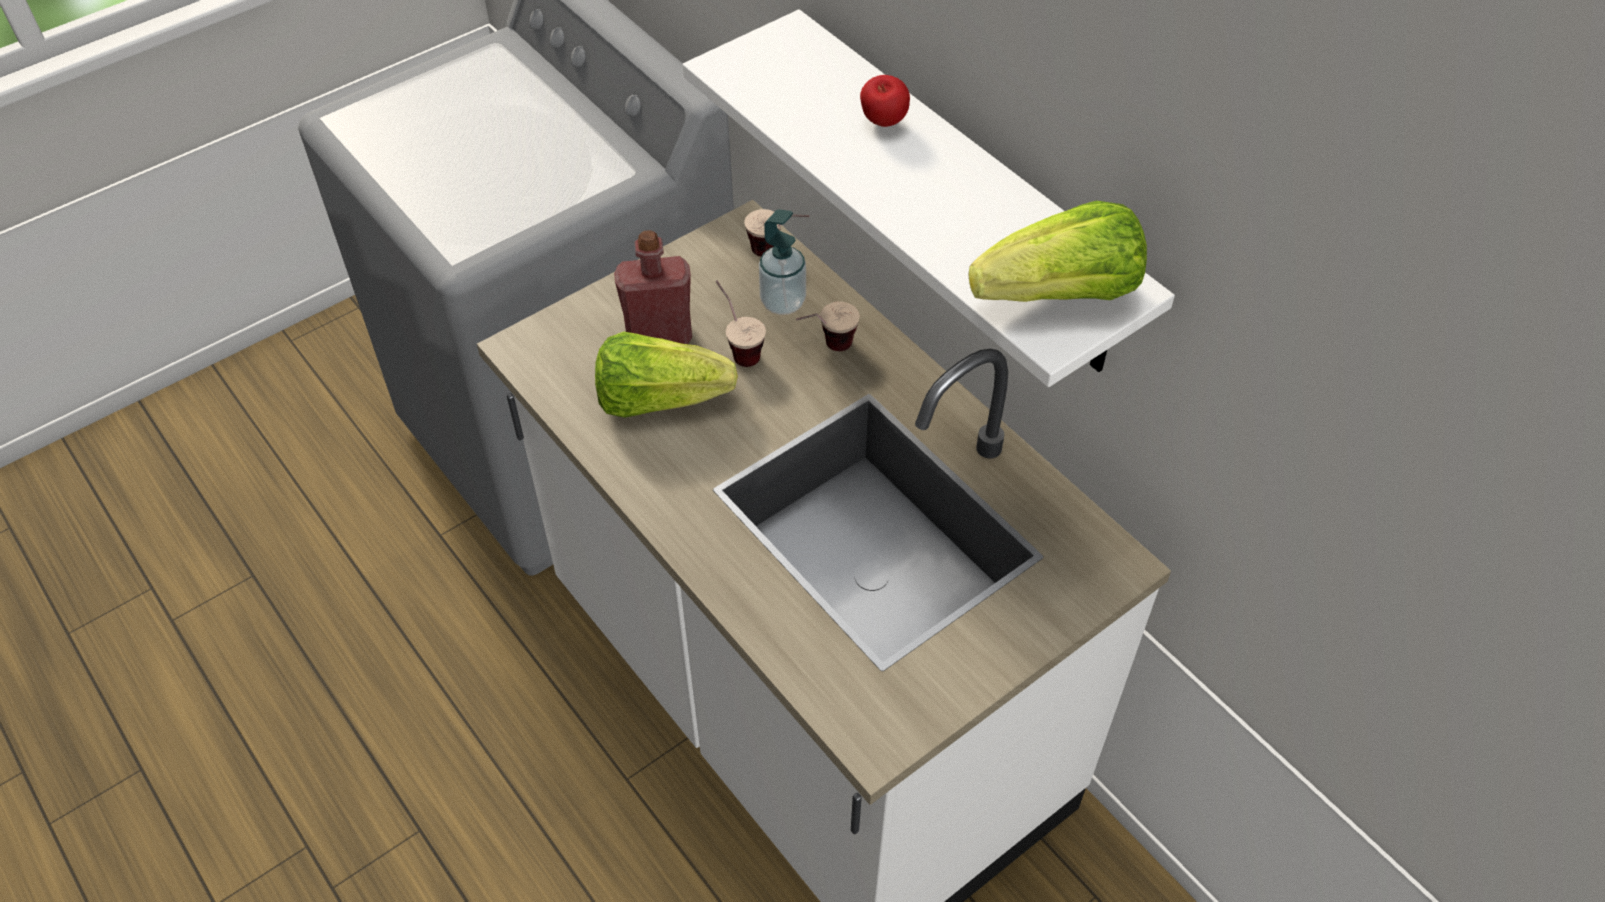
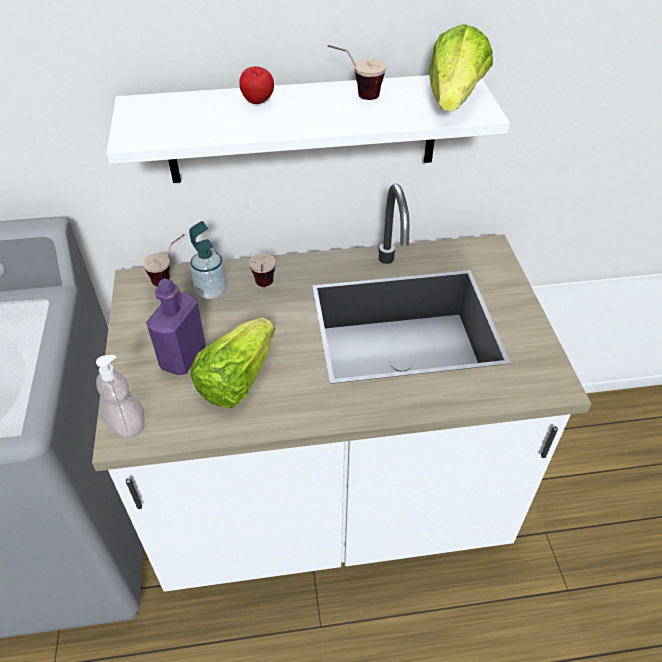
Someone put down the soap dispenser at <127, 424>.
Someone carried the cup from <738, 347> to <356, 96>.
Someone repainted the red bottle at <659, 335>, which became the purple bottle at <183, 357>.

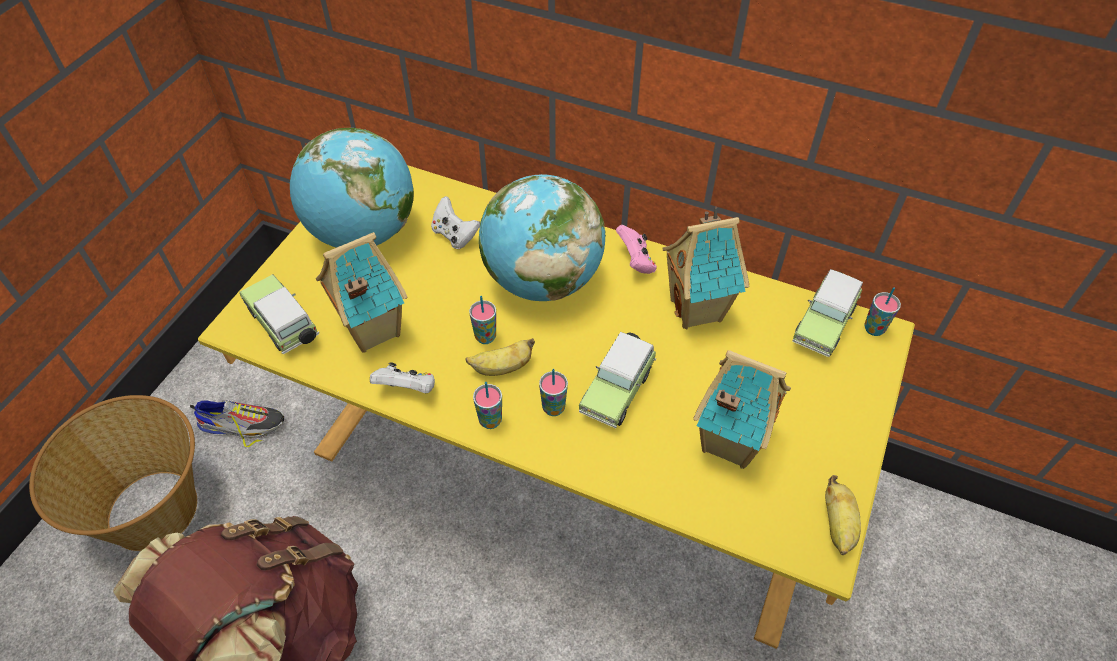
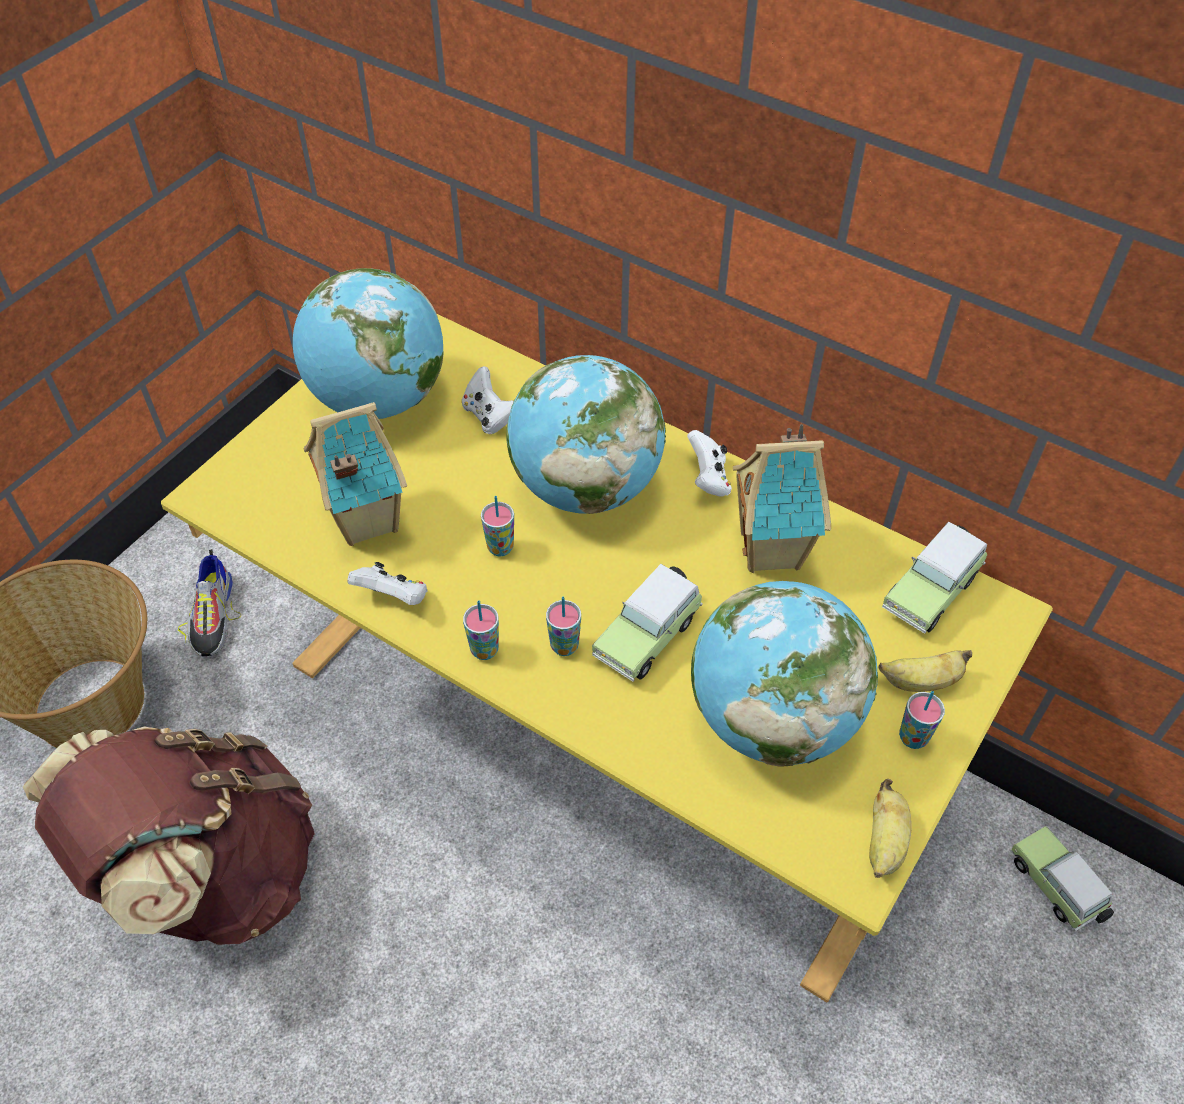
Someone carried the toy car from <284, 326> to <1056, 888>.
Someone carried the banana from <502, 368> to <920, 682>.
Someone carried the cup from <874, 329> to <913, 738>.
Someone swapped the toy house at <728, 441> for the globe at <772, 718>.
Someone repainted the pink game controller at <636, 261>, which became the white game controller at <708, 479>.
Someone rotated the shoe at <242, 424> by 75 degrees clockwise.

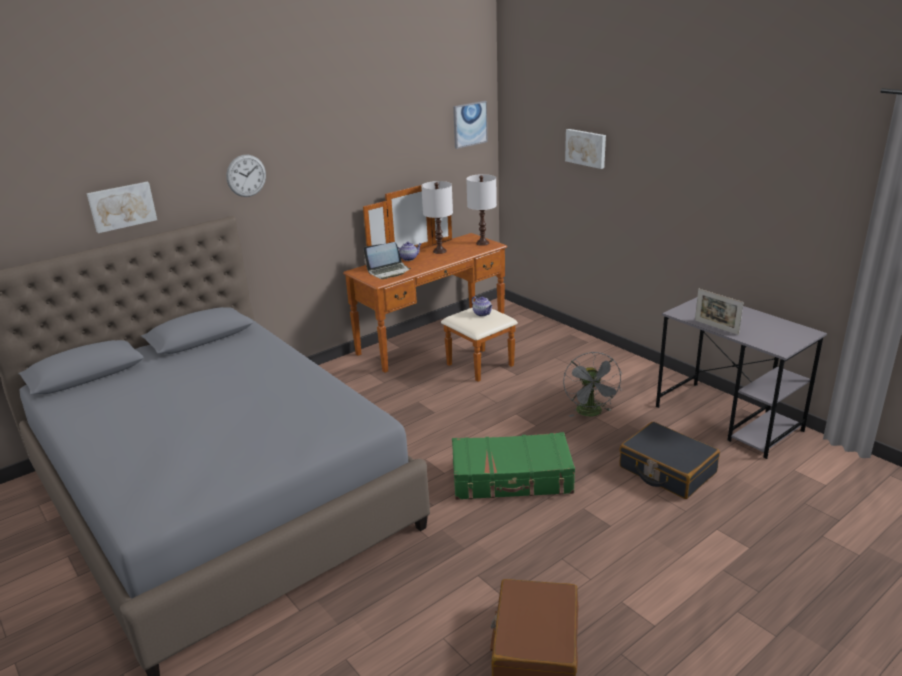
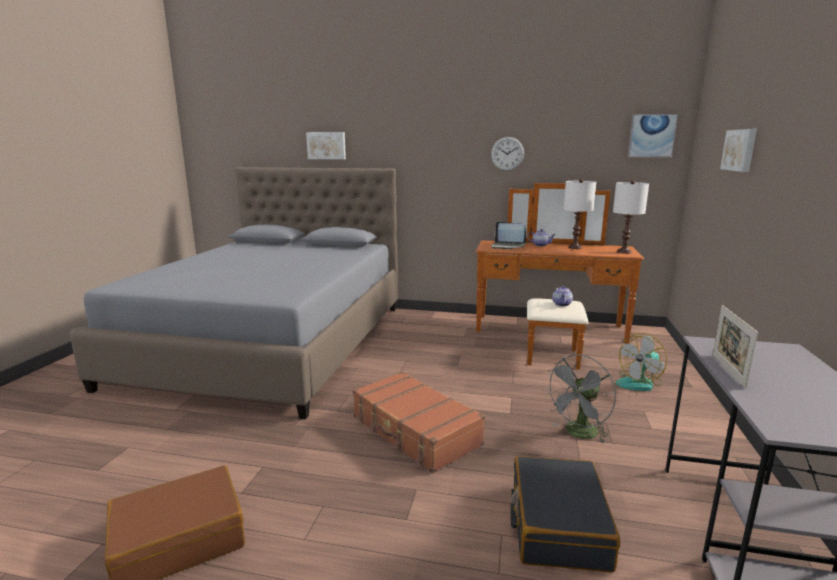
Someone put down the fan at <639, 383>.
Someone carried the wall clock from <246, 175> to <507, 154>.
Someone repainted the green suitcase at <512, 478>, which became the brown suitcase at <415, 431>.

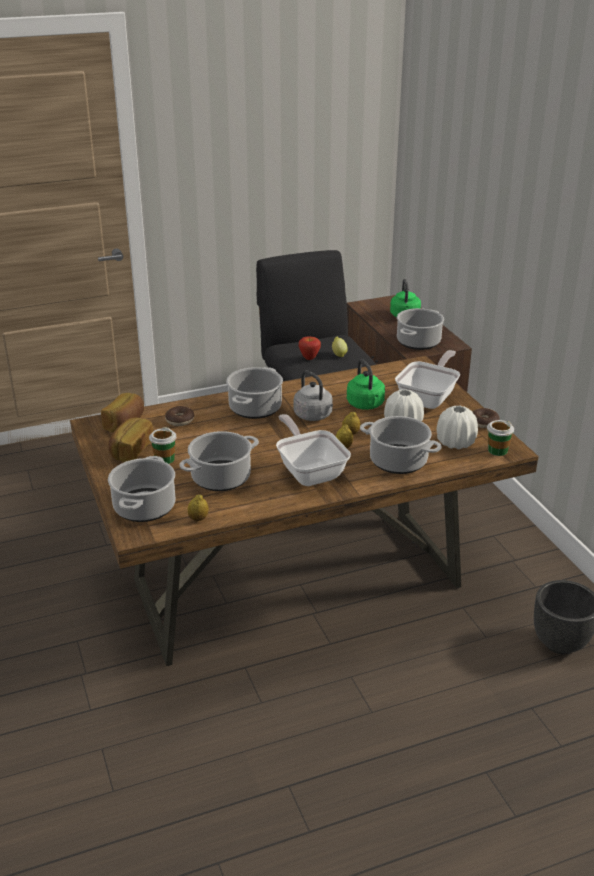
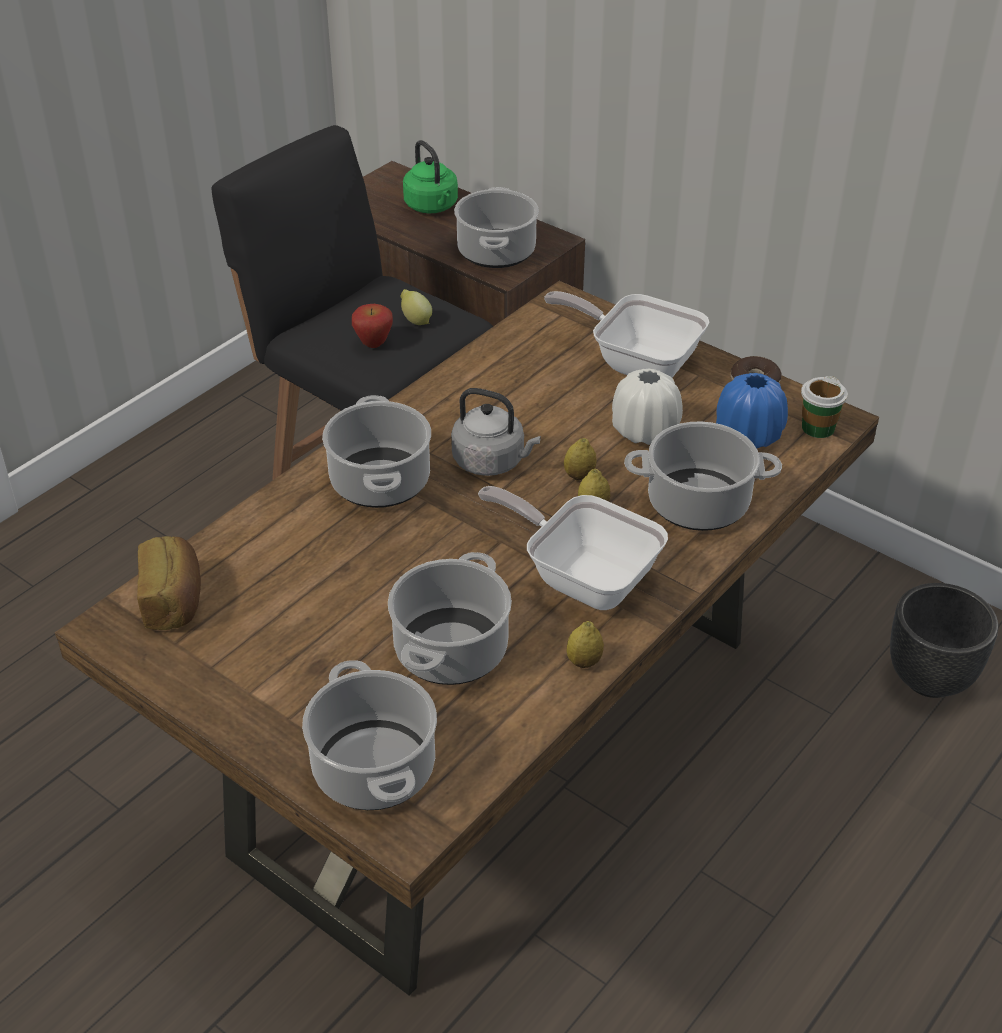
Someone took away the bread at <131, 450>.
Someone took away the cup at <164, 459>.
Someone took away the donut at <180, 420>.
Someone took away the green kettle at <366, 405>.
Someone carried the lemon from <198, 519> to <584, 661>.
Someone repainted the white vase at <455, 443>, which became the blue vase at <748, 435>.
Someone rotated the frying pan at <429, 398> by 60 degrees counterclockwise.

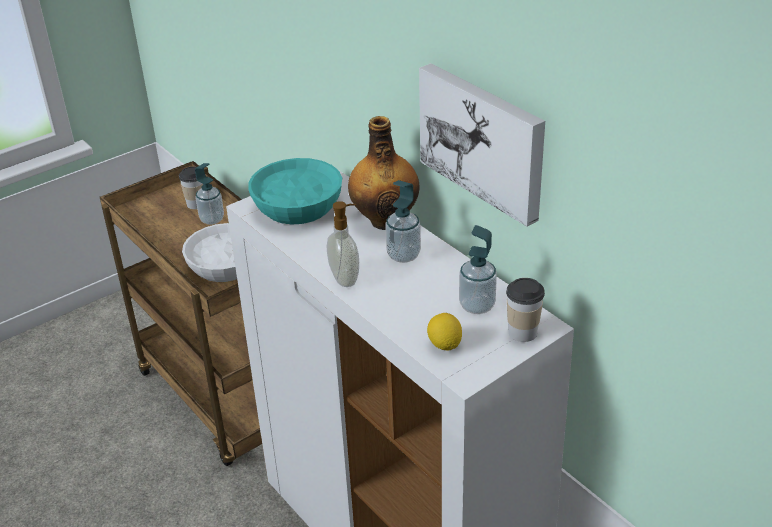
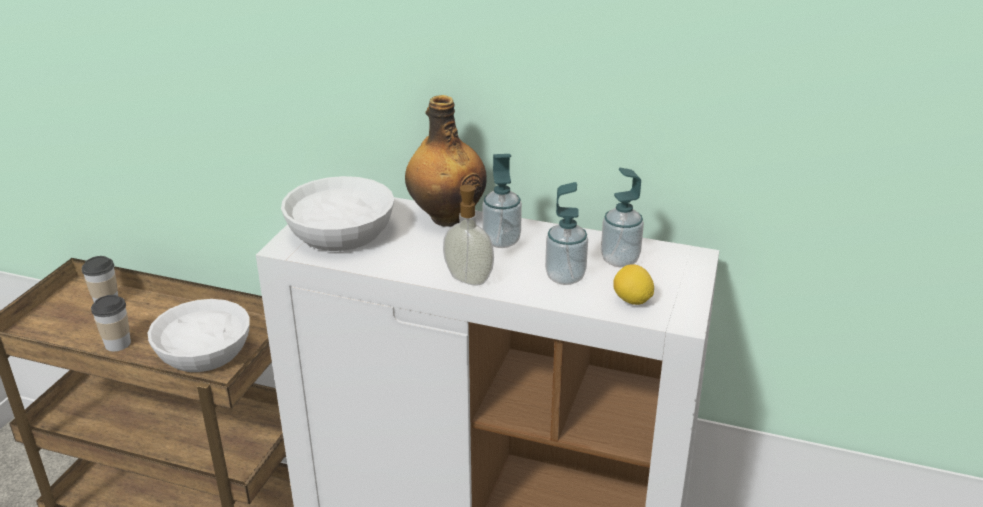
Someone took away the picture at <483, 140>.
Someone carried the soap dispenser from <212, 219> to <565, 277>.
Someone carried the cup from <522, 333> to <118, 344>.
Someone repainted the turquoise bowl at <299, 206>, which became the white bowl at <341, 231>.

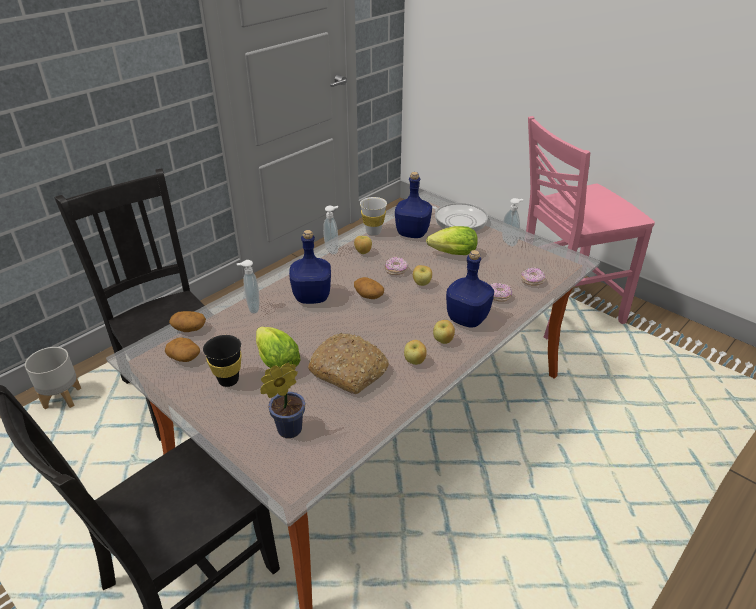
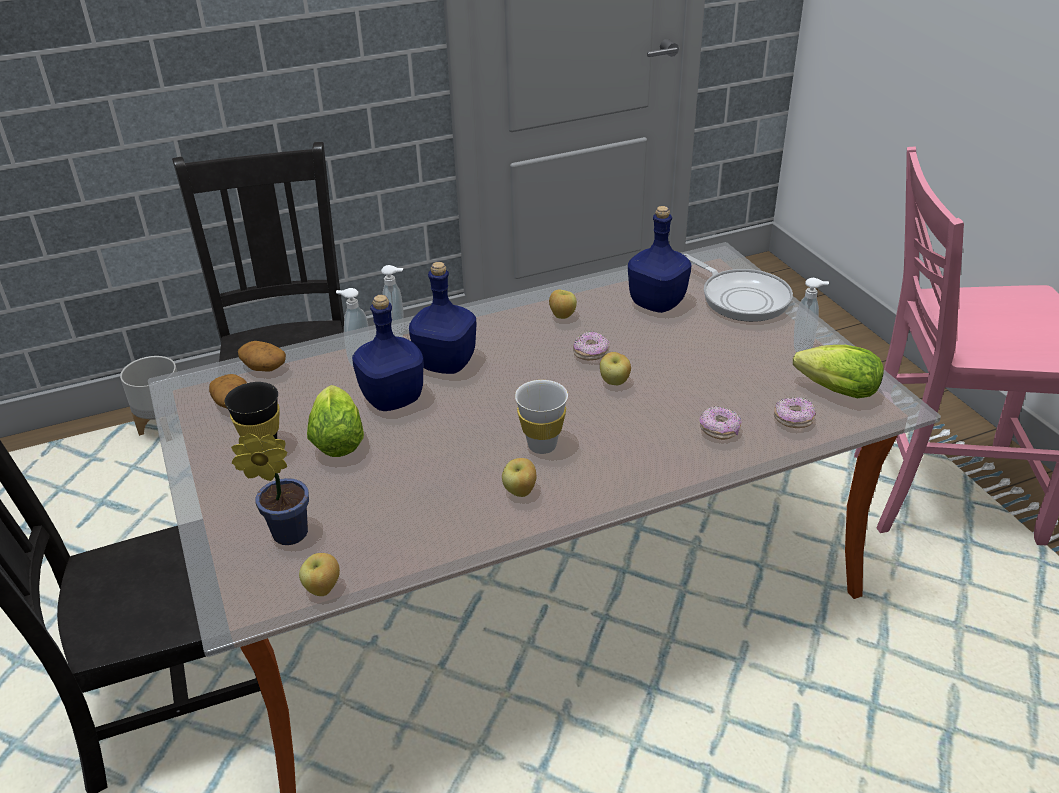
Someone took away the bread at <349, 370>.
Someone took away the potato at <368, 295>.
Someone carried the soap dispenser from <332, 250> to <398, 335>.
Someone carried the white cup from <373, 232> to <542, 445>.
Someone carried the lettuce from <450, 254> to <832, 390>.
Someone carried the apple from <443, 341> to <323, 589>.
Someone carried the blue bottle from <467, 319> to <391, 399>.

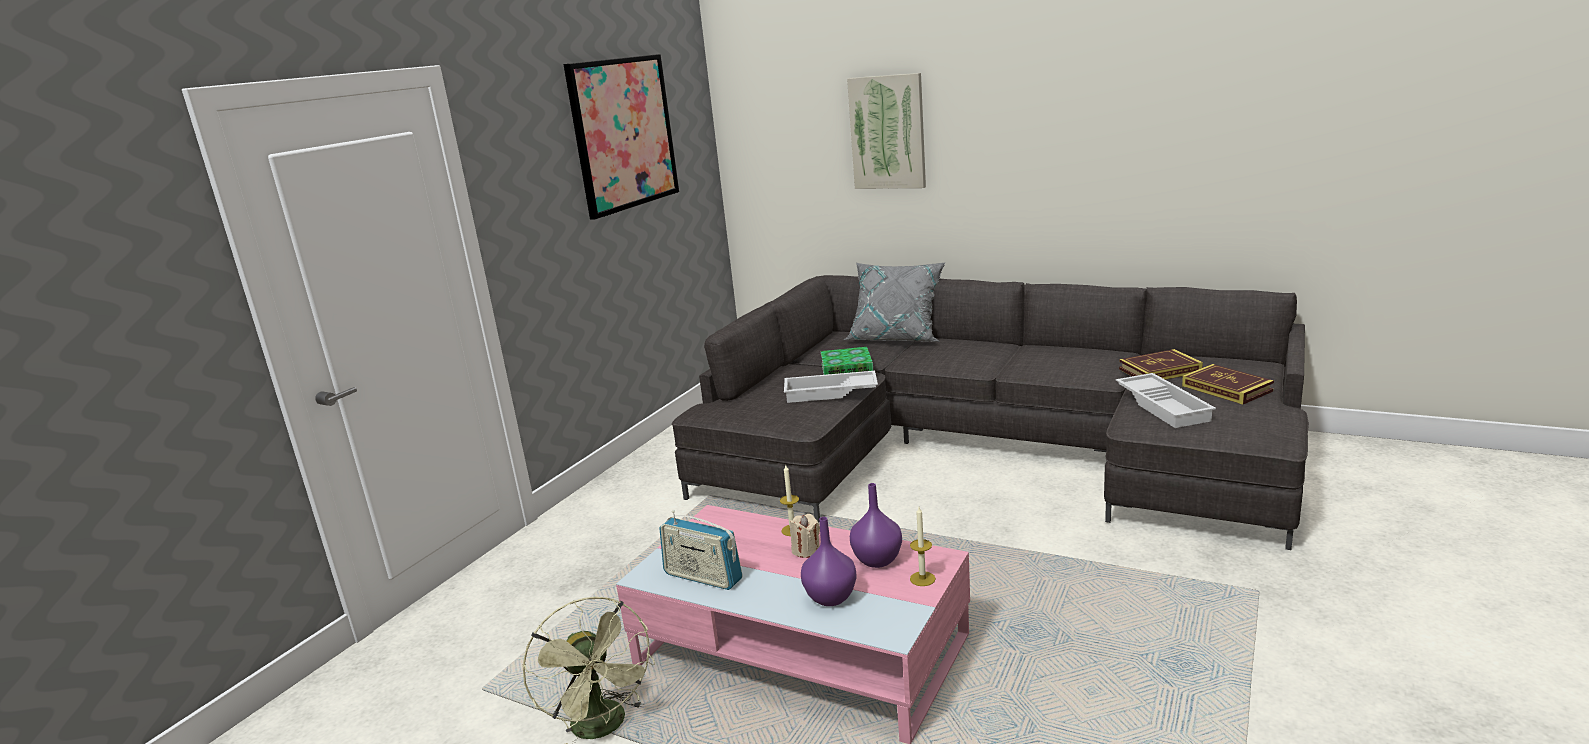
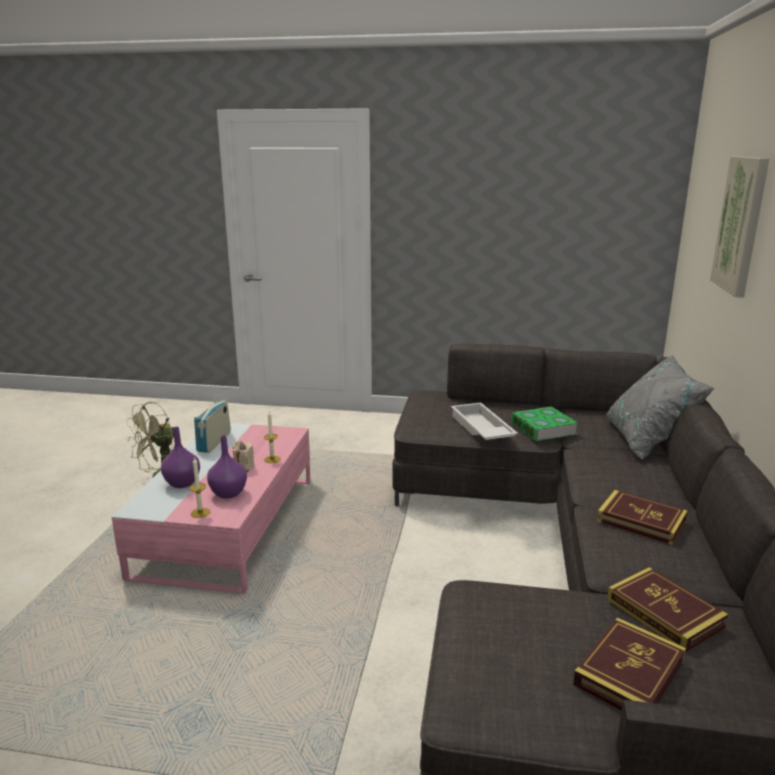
Someone took away the picture at <623, 133>.
Someone took away the white tray at <1164, 406>.
Someone put down the book at <641, 521>.

